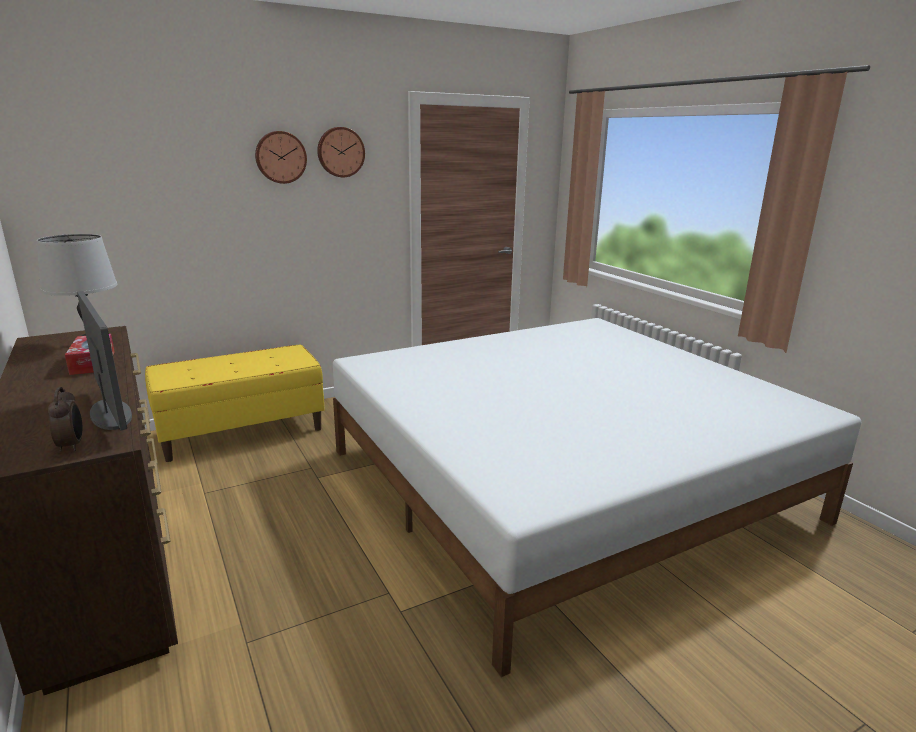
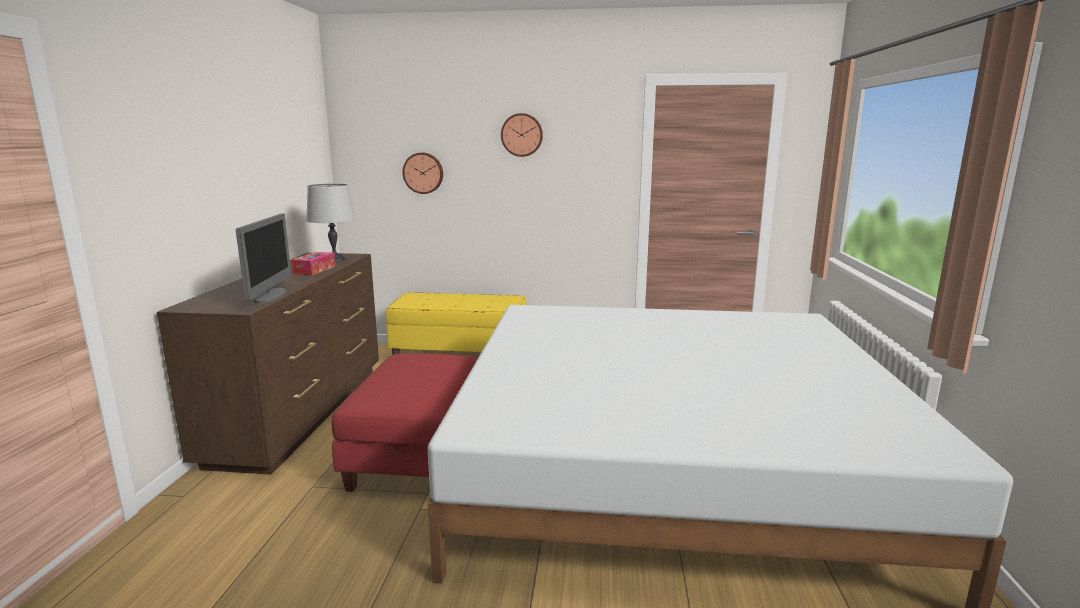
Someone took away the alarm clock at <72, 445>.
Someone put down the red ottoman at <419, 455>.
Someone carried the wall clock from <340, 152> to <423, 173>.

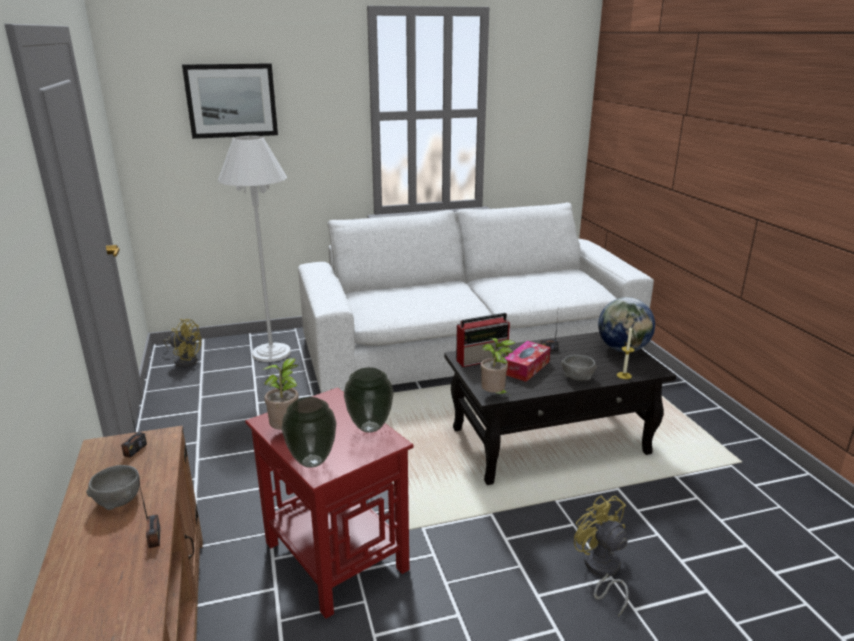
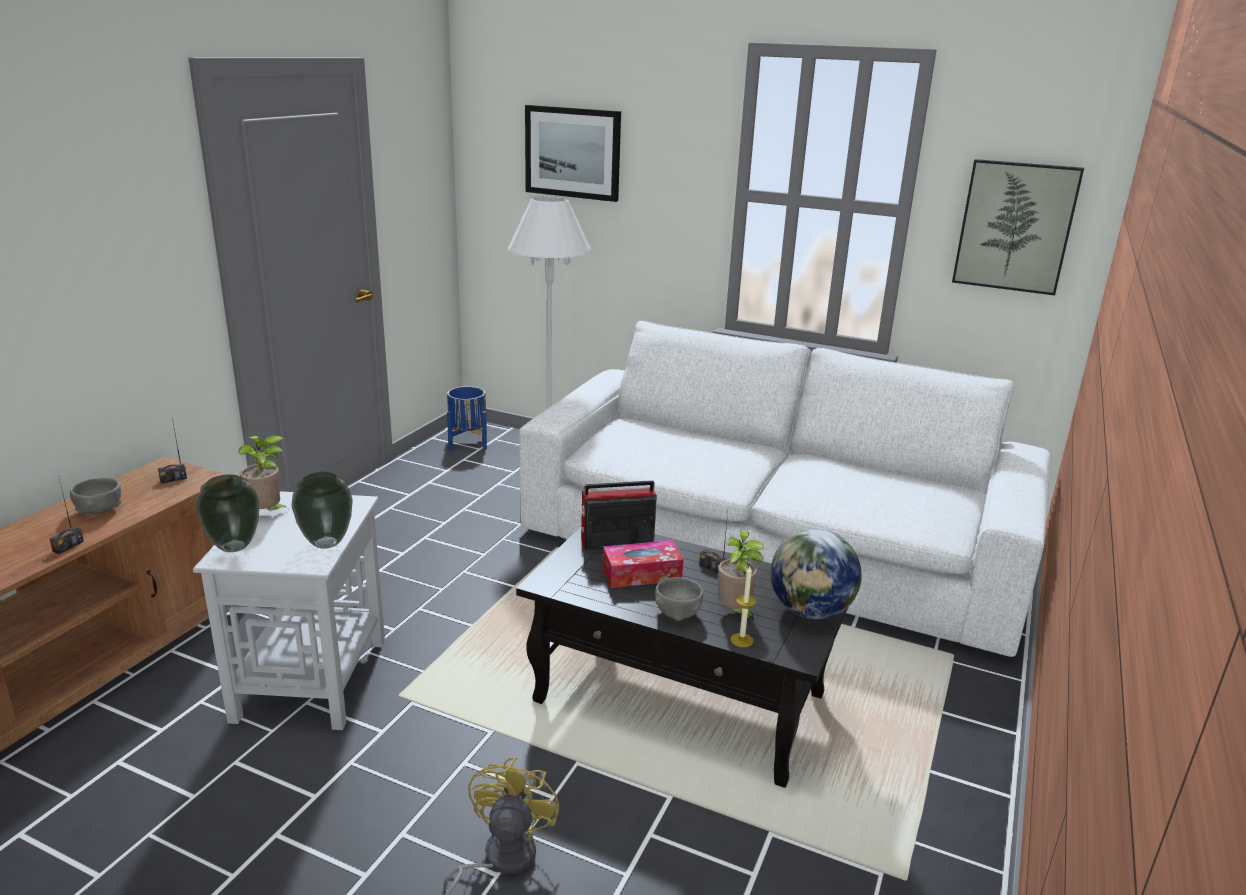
Someone put up the picture at <1015, 226>.
Someone carried the potted plant from <494, 395> to <735, 613>.
Someone swapped the yellow fan at <185, 360> for the blue planter at <467, 442>.
Someone repainted the red side table at <336, 557>, which became the white side table at <310, 680>.
Someone rotated the radio at <483, 358> by 150 degrees clockwise.

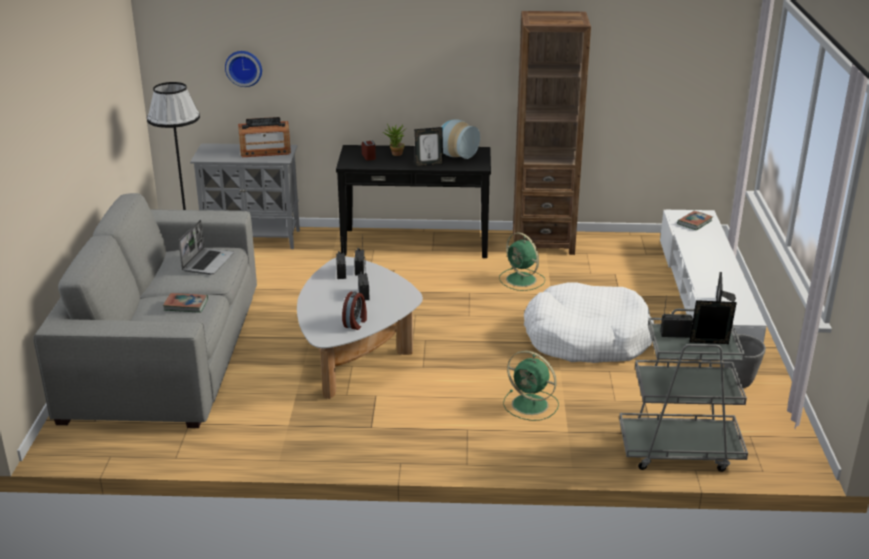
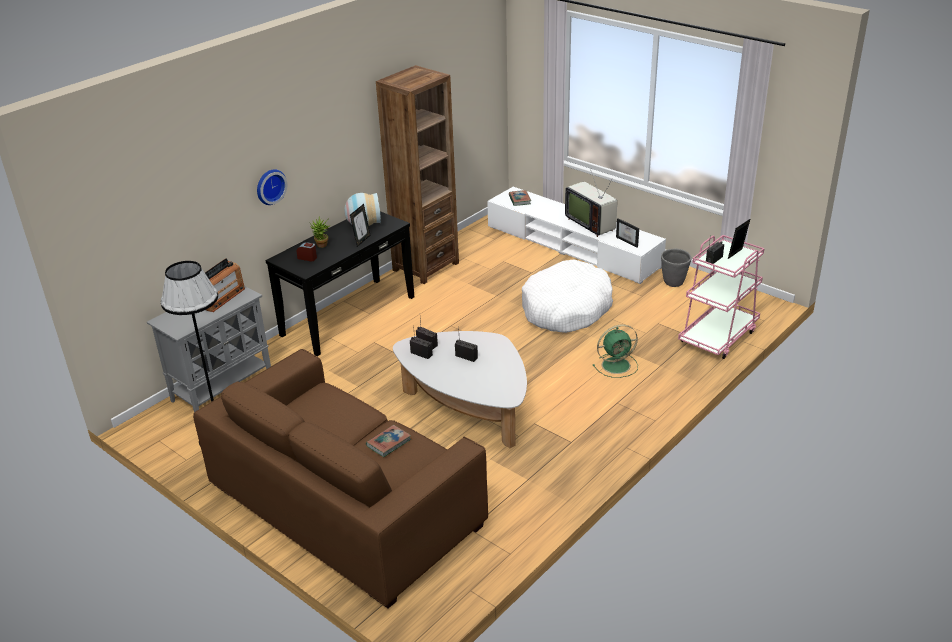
Someone took away the laptop at <208, 262>.
Someone took away the alarm clock at <355, 323>.
Someone took away the green fan at <522, 280>.
Someone put down the television at <591, 224>.
Someone carried the wall clock from <244, 67> to <269, 186>.
Someone repainted the grey sofa at <165, 351>, which became the brown sofa at <345, 504>.
Someone repainted the grey cart at <679, 449>, which became the pink cart at <718, 336>.

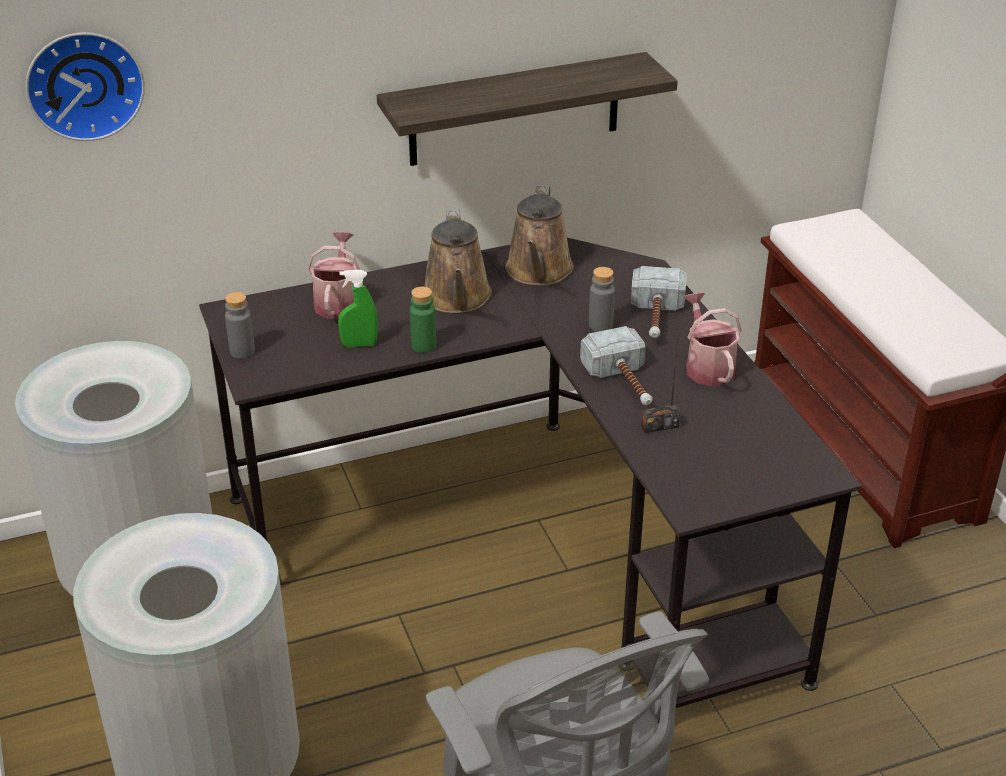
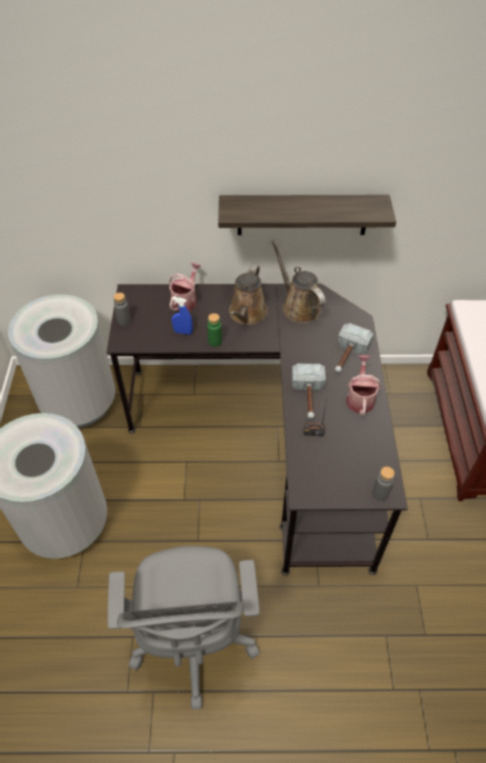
Someone took away the wall clock at <84, 83>.
Someone carried the grey bottle from <600, 325> to <380, 493>.
Someone repainted the green spray bottle at <359, 344>, which became the blue spray bottle at <183, 332>.
Someone rotated the brown watering can at <538, 272> by 120 degrees clockwise.

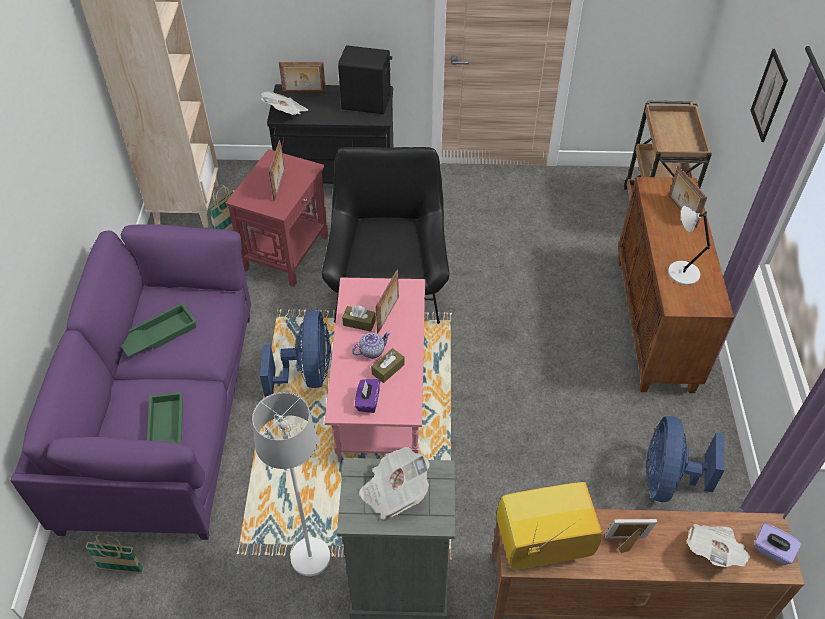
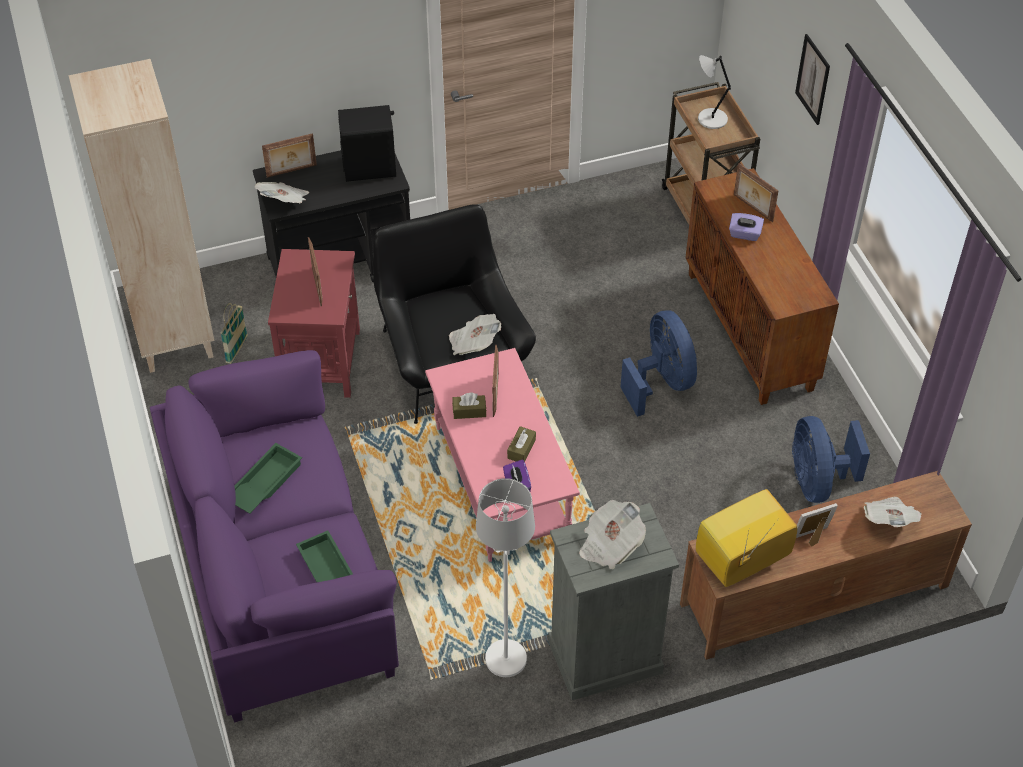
Someone took away the basket at <121, 569>.
Someone took away the teapot at <372, 351>.
Someone put down the newspaper at <473, 343>.
Someone carried the blue fan from <307, 374> to <661, 382>.
Someone carried the grey table lamp from <681, 273> to <710, 119>.
Someone carried the purple tissue box from <772, 550> to <744, 234>.

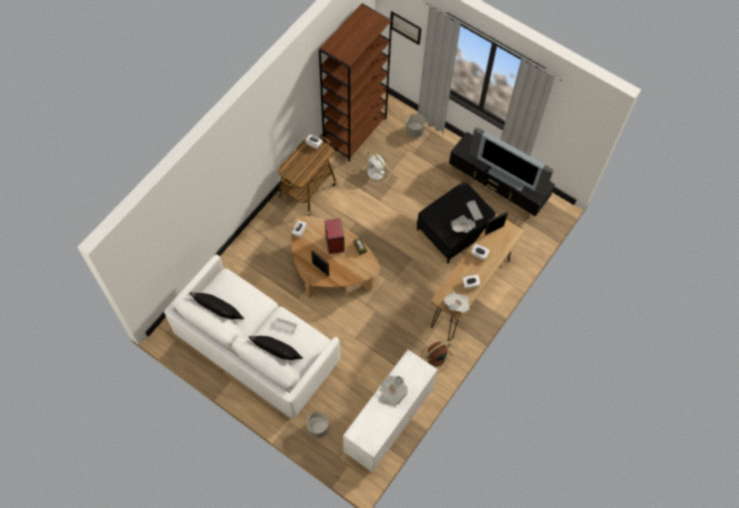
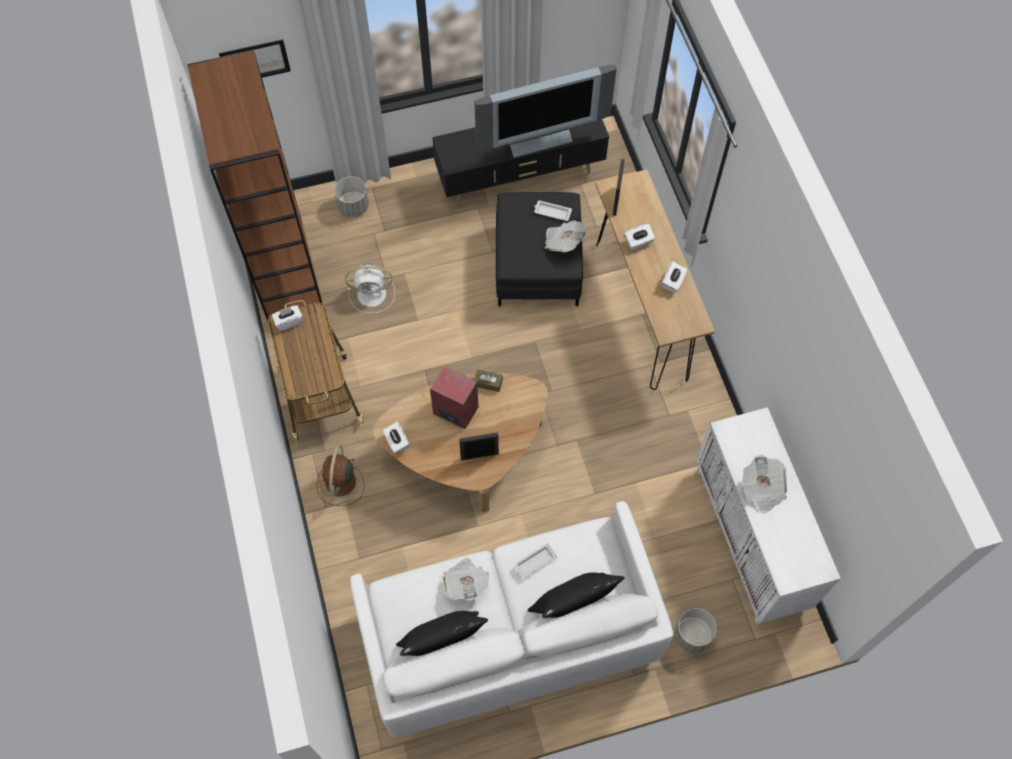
Someone carried the brown fan from <435, 358> to <340, 483>.
Someone carried the newspaper from <457, 305> to <465, 583>.

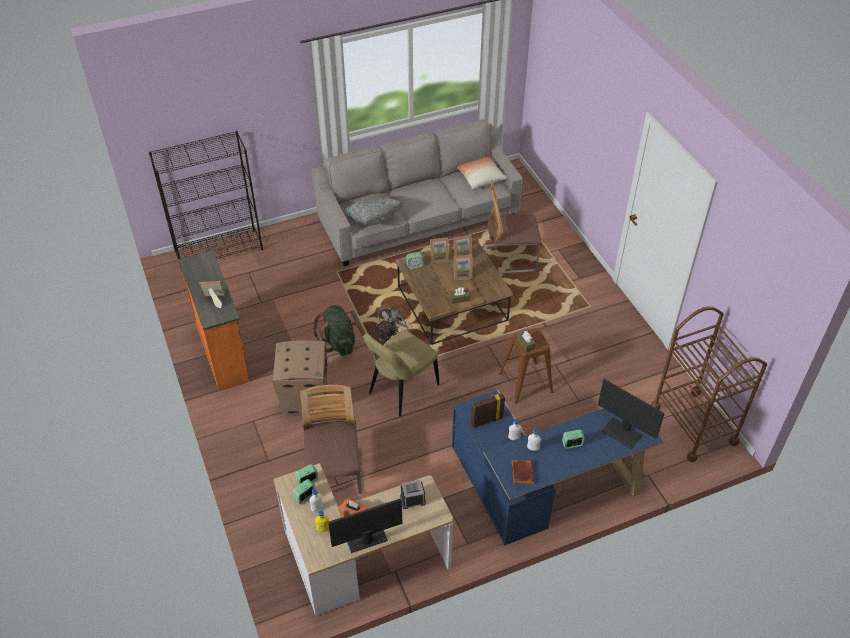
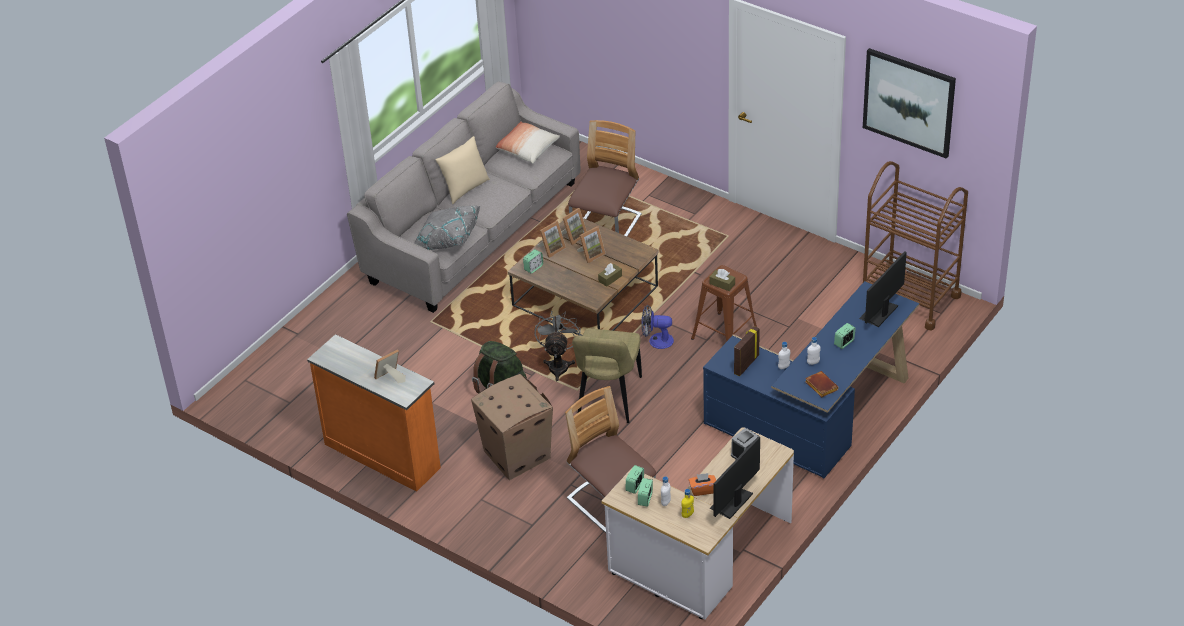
Someone took away the black bookcase at <219, 250>.
Someone put down the beige pillow at <465, 189>.
Someone put down the fan at <656, 340>.
Someone put up the picture at <909, 102>.
Someone rotated the chair at <509, 259> by 150 degrees clockwise.
Someone rotated the monitor at <622, 433> by 120 degrees clockwise.

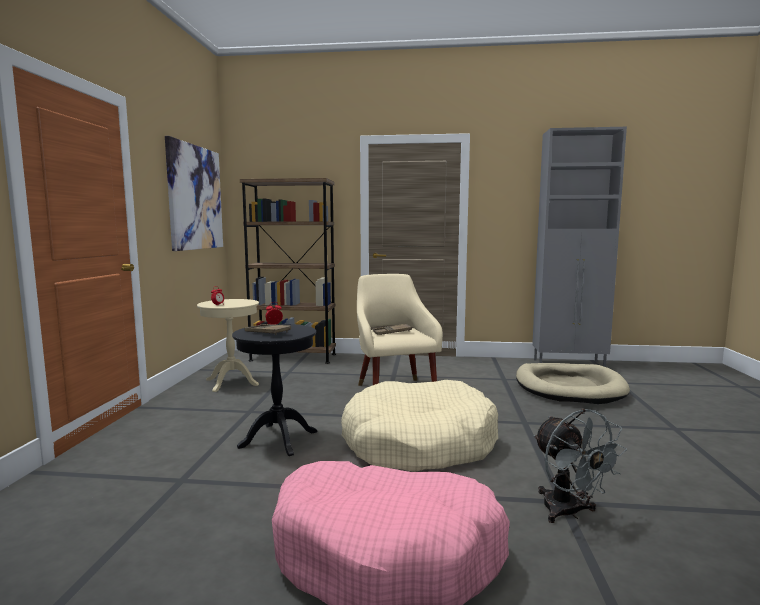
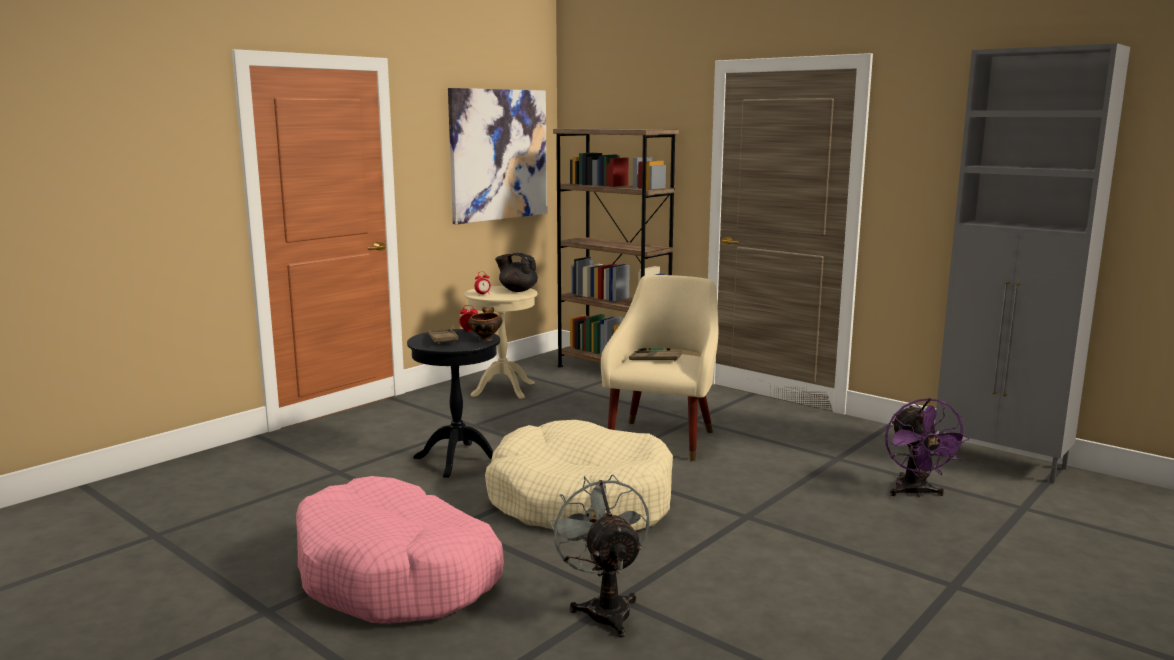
Someone put down the bowl at <485, 339>.
Someone put down the black teapot at <517, 290>.
Someone swapped the beige dog bed at <569, 387> for the purple fan at <915, 493>.
Someone rotated the grey fan at <569, 513> by 150 degrees clockwise.

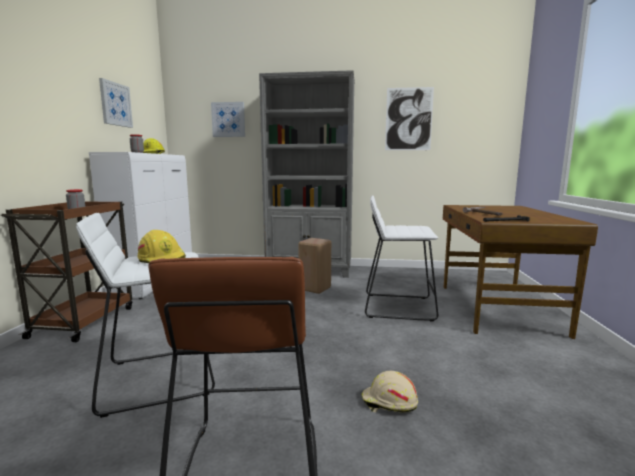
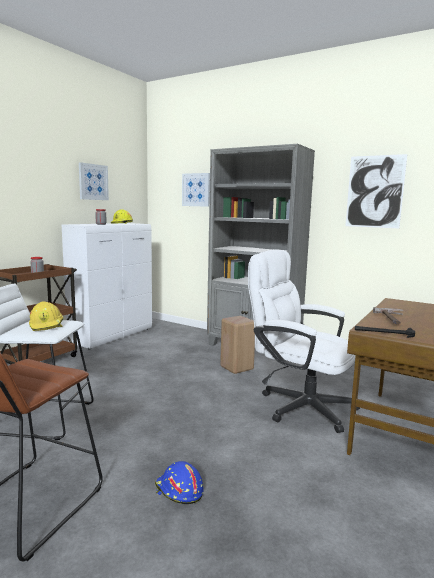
Someone swapped the white stool at <398, 306> for the white office chair at <298, 405>.
Someone repainted the beige hard hat at <389, 403>, which became the blue hard hat at <178, 491>.

